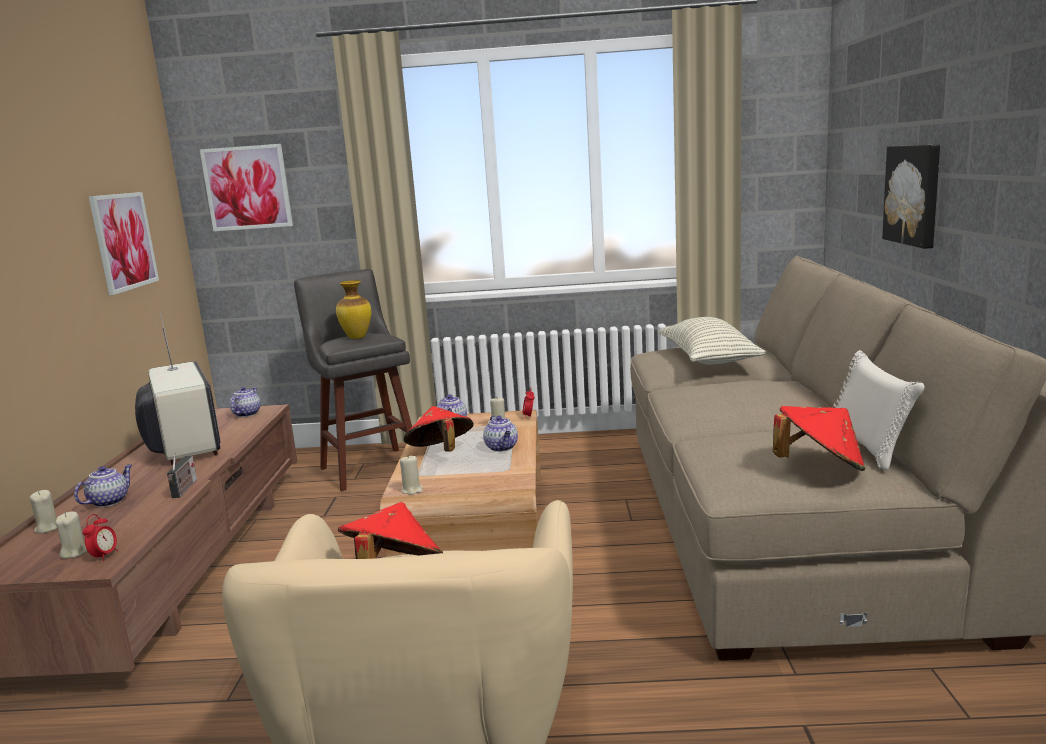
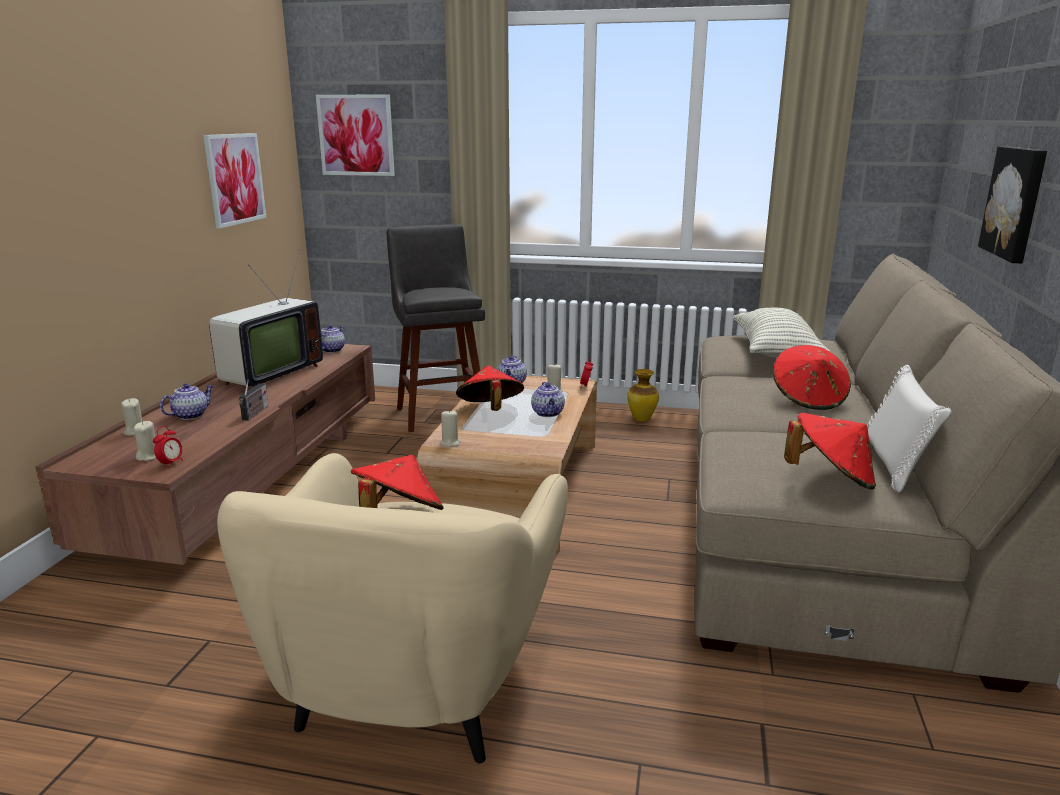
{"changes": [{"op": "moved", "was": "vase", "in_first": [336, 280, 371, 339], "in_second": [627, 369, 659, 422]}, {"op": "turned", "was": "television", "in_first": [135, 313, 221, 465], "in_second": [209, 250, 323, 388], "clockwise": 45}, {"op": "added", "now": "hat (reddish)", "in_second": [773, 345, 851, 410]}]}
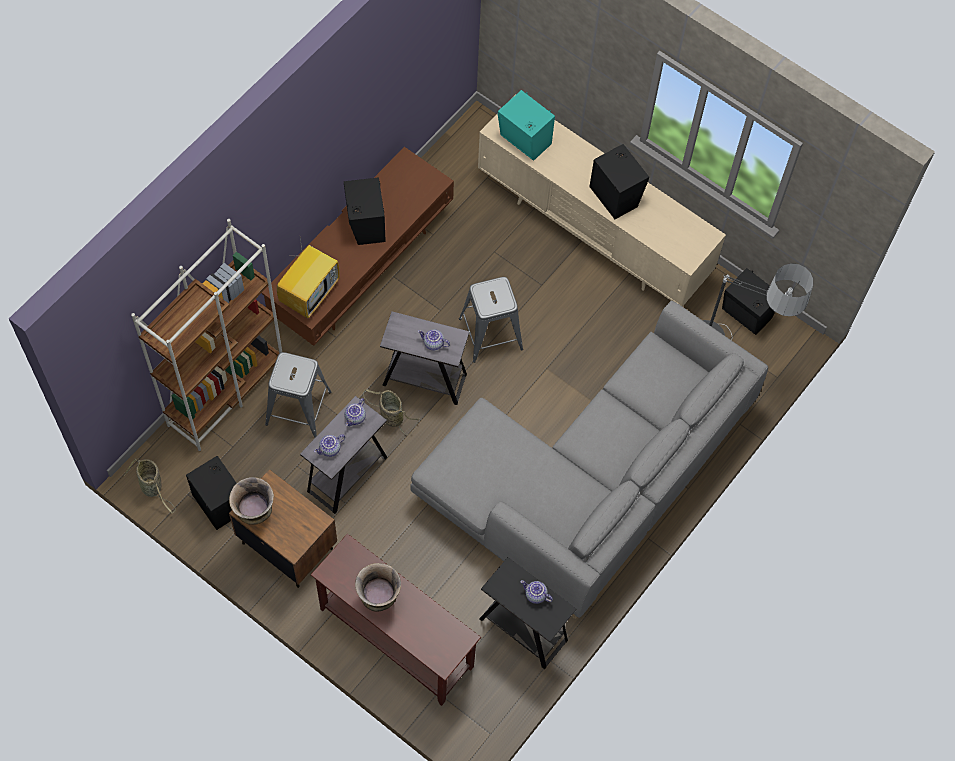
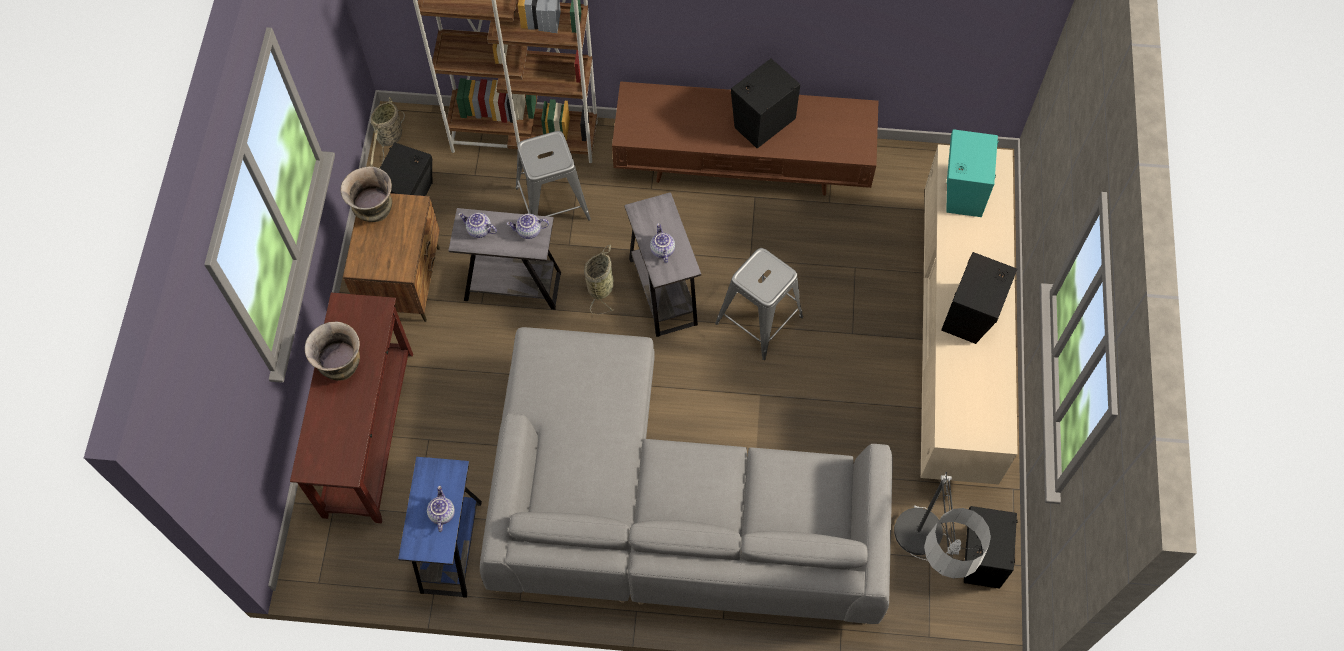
{"changes": [{"op": "removed", "was": "television", "in_first": [277, 239, 340, 318]}, {"op": "recoloured", "was": "end table (blackish)", "now": "end table (blue-coloured)", "in_first": [479, 557, 576, 669], "in_second": [398, 457, 482, 598]}]}
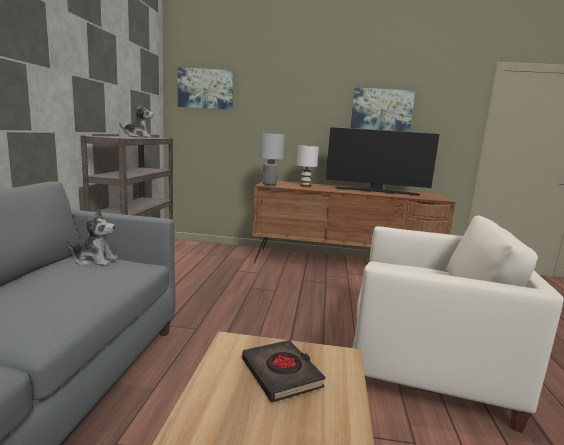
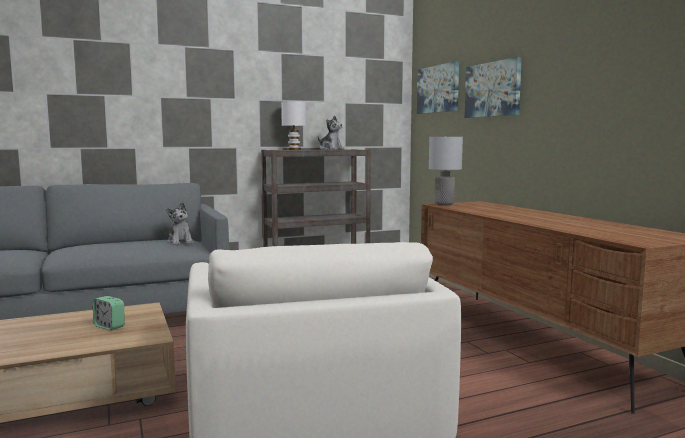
{"changes": [{"op": "moved", "was": "wall art", "in_first": [351, 88, 415, 132], "in_second": [465, 57, 522, 118]}, {"op": "removed", "was": "television", "in_first": [326, 127, 440, 196]}, {"op": "moved", "was": "table lamp (white)", "in_first": [297, 145, 319, 187], "in_second": [281, 102, 306, 150]}, {"op": "replaced", "was": "bound book (blackish)", "now": "bedside clock", "in_first": [242, 340, 325, 403], "in_second": [93, 296, 125, 330]}]}
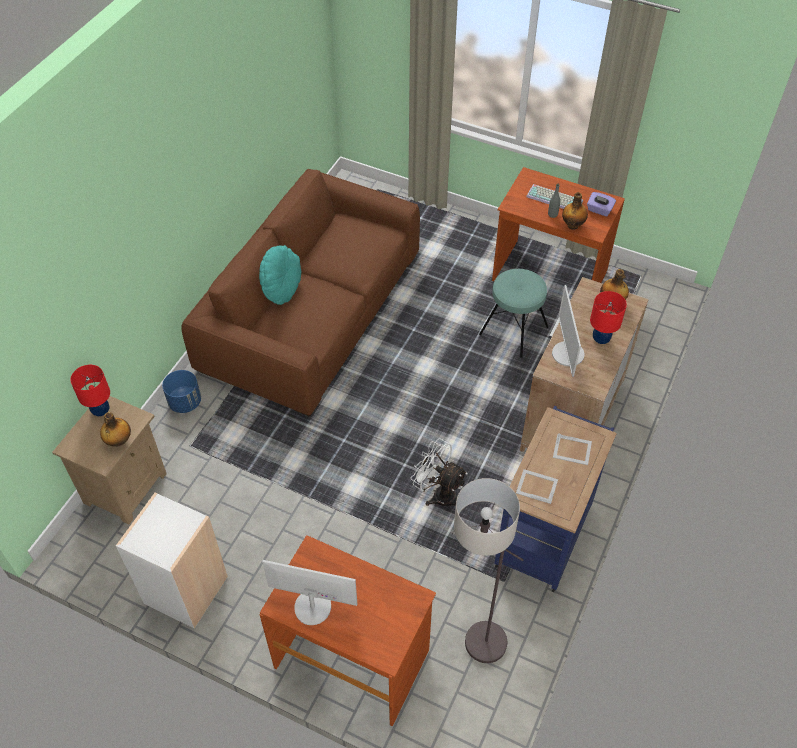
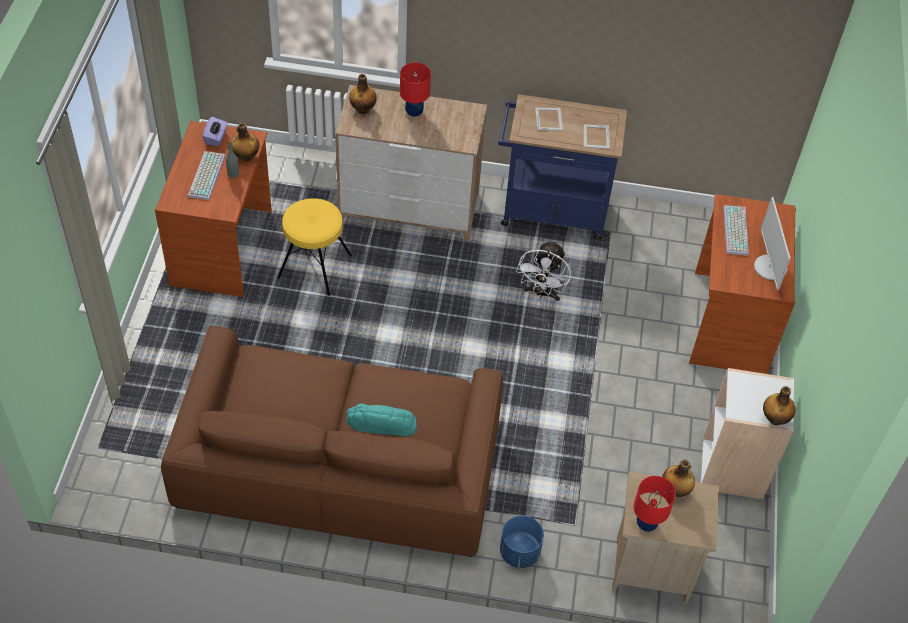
{"changes": [{"op": "recoloured", "was": "stool (blue-green)", "now": "stool (yellow-coloured)", "in_first": [479, 269, 549, 358], "in_second": [277, 198, 352, 296]}, {"op": "removed", "was": "computer screen", "in_first": [552, 285, 585, 377]}, {"op": "removed", "was": "standing lamp (greyish)", "in_first": [454, 478, 524, 663]}, {"op": "added", "now": "PC keyboard", "in_second": [723, 205, 749, 256]}, {"op": "added", "now": "drink bottle", "in_second": [763, 386, 795, 426]}]}
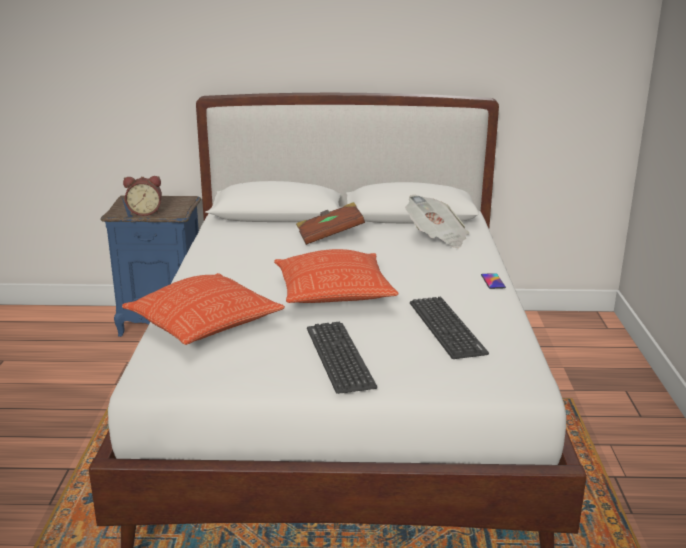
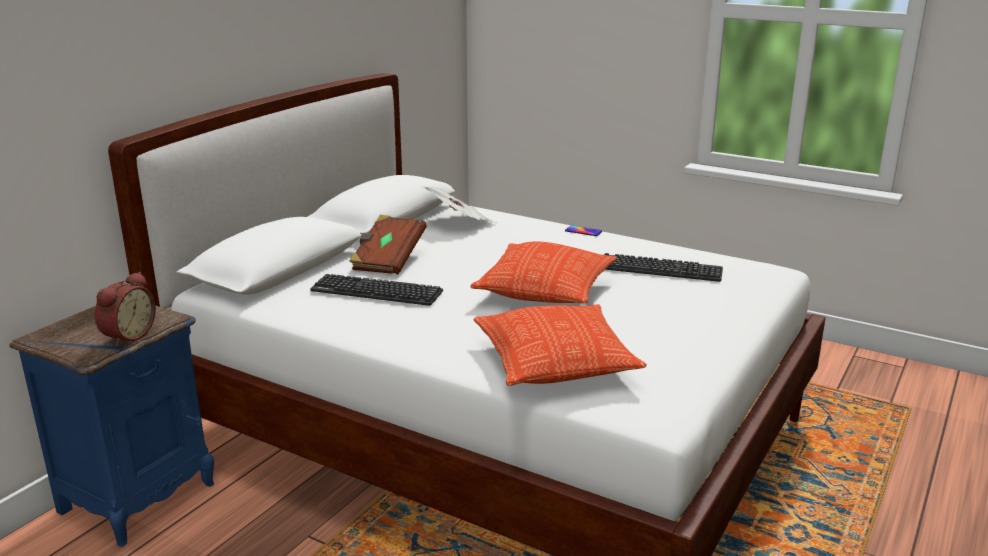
{"changes": [{"op": "moved", "was": "PC keyboard", "in_first": [307, 322, 377, 394], "in_second": [310, 274, 443, 306]}]}
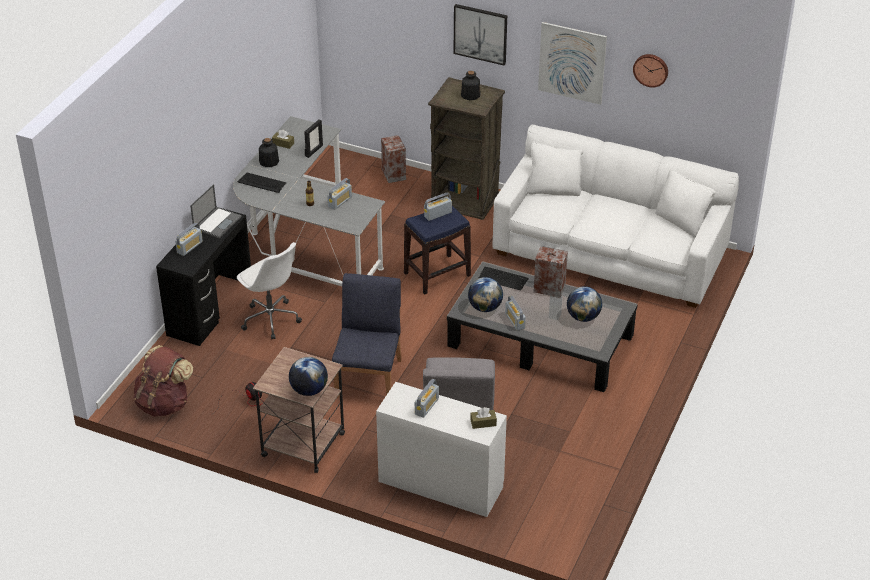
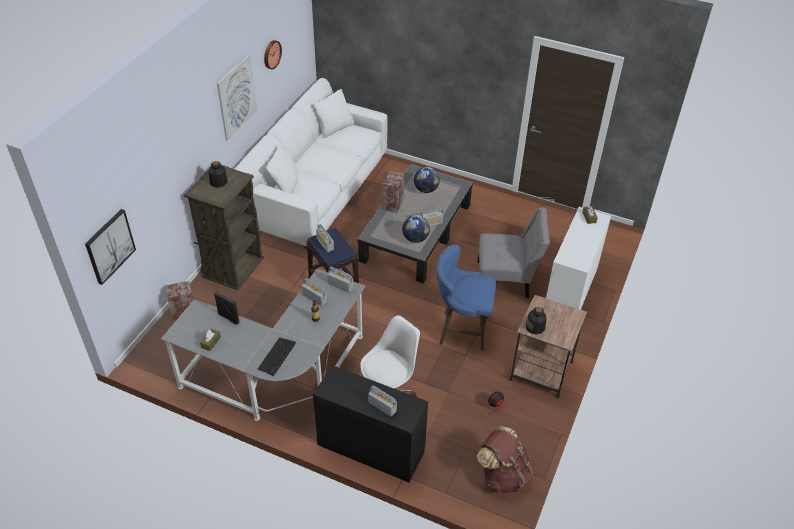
{"changes": [{"op": "moved", "was": "wall art", "in_first": [454, 4, 507, 65], "in_second": [85, 209, 136, 285]}, {"op": "moved", "was": "drink bottle", "in_first": [259, 138, 279, 167], "in_second": [526, 307, 547, 335]}, {"op": "removed", "was": "portable computer", "in_first": [190, 184, 242, 238]}, {"op": "removed", "was": "PC keyboard", "in_first": [478, 267, 529, 291]}, {"op": "replaced", "was": "upright chair (blue-coloured)", "now": "stool (blue-coloured)", "in_first": [332, 273, 402, 397], "in_second": [436, 245, 496, 351]}, {"op": "removed", "was": "globe", "in_first": [289, 357, 328, 396]}, {"op": "moved", "was": "radio set", "in_first": [415, 379, 439, 418], "in_second": [327, 267, 353, 293]}]}
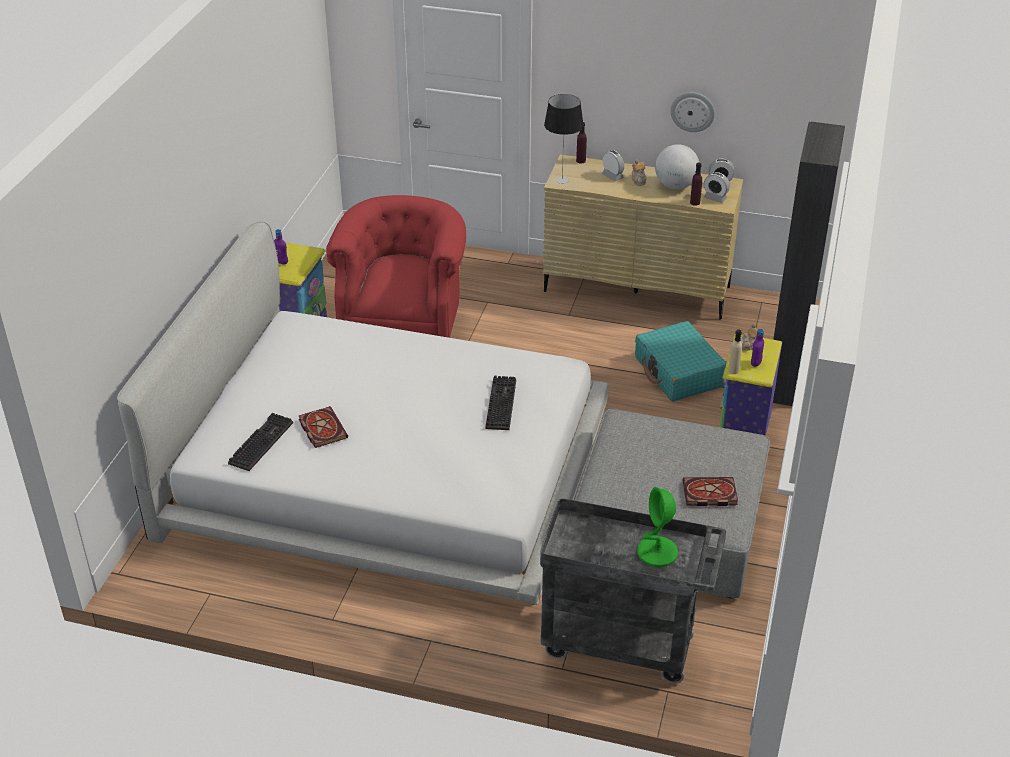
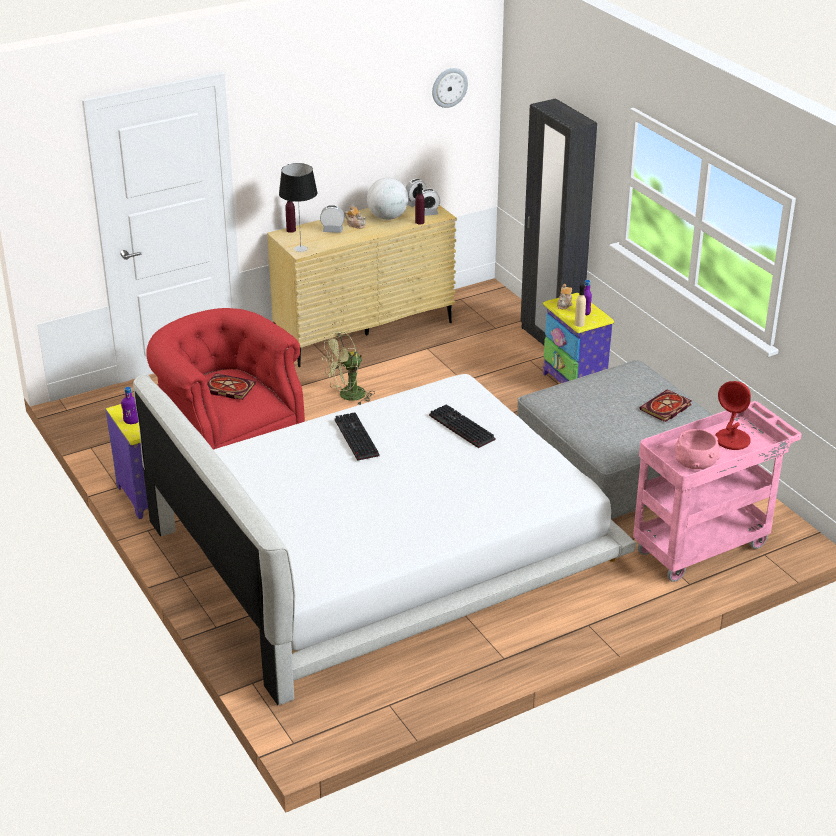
{"changes": [{"op": "moved", "was": "clock on the wall", "in_first": [671, 92, 715, 132], "in_second": [432, 68, 468, 108]}, {"op": "removed", "was": "suitcase (blue-green)", "in_first": [635, 321, 726, 402]}, {"op": "moved", "was": "bound book", "in_first": [299, 406, 348, 448], "in_second": [207, 373, 256, 400]}, {"op": "moved", "was": "PC keyboard", "in_first": [228, 413, 293, 471], "in_second": [335, 412, 379, 461]}, {"op": "recoloured", "was": "table lamp (greenish)", "now": "table lamp (reddish)", "in_first": [637, 487, 678, 567], "in_second": [715, 381, 751, 450]}, {"op": "recoloured", "was": "cart (blackish)", "now": "cart (pink-coloured)", "in_first": [540, 499, 726, 683], "in_second": [633, 401, 802, 582]}, {"op": "added", "now": "cooling fan (greenish)", "in_second": [322, 332, 375, 405]}, {"op": "added", "now": "serving bowl (pink-coloured)", "in_second": [675, 429, 721, 469]}]}
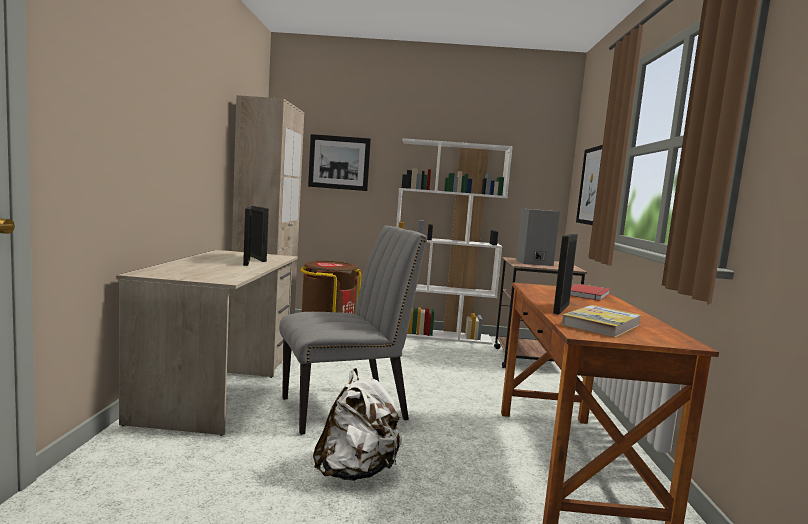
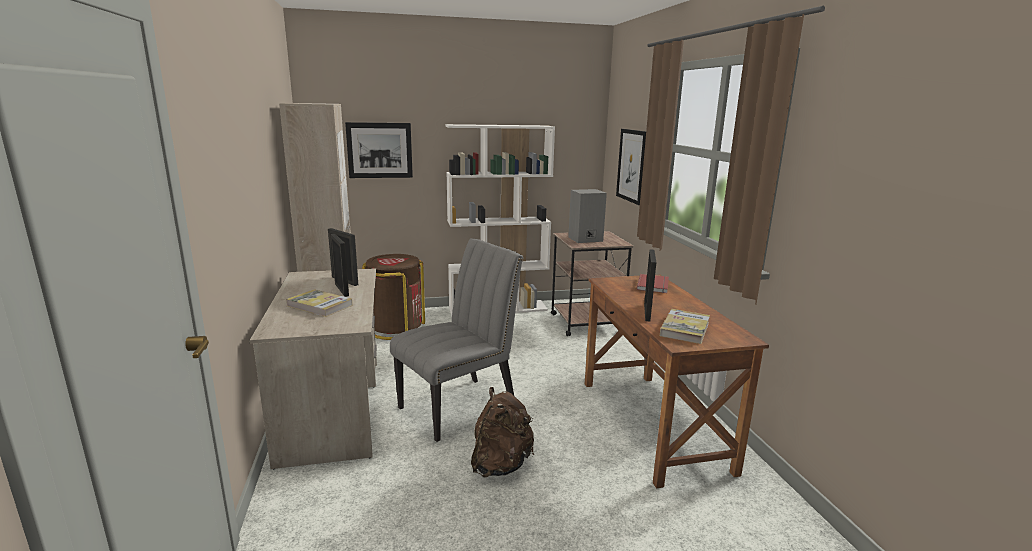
{"changes": [{"op": "recoloured", "was": "backpack (white)", "now": "backpack (brownish)", "in_first": [313, 368, 402, 481], "in_second": [471, 387, 534, 478]}, {"op": "added", "now": "bound book", "in_second": [286, 289, 353, 317]}]}
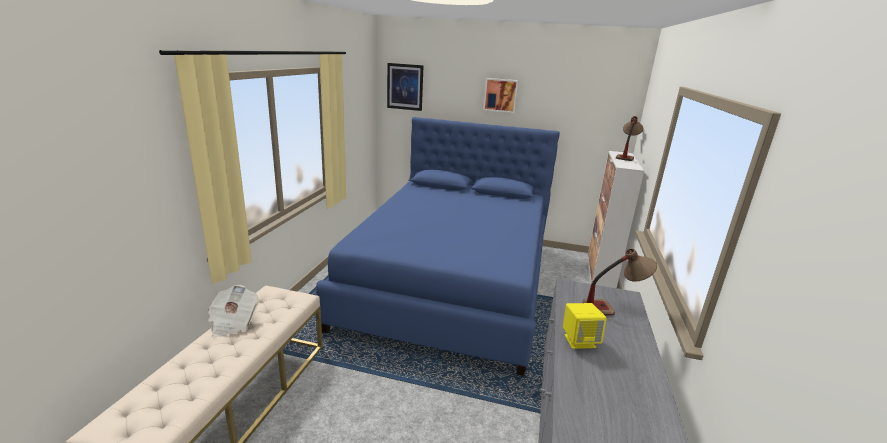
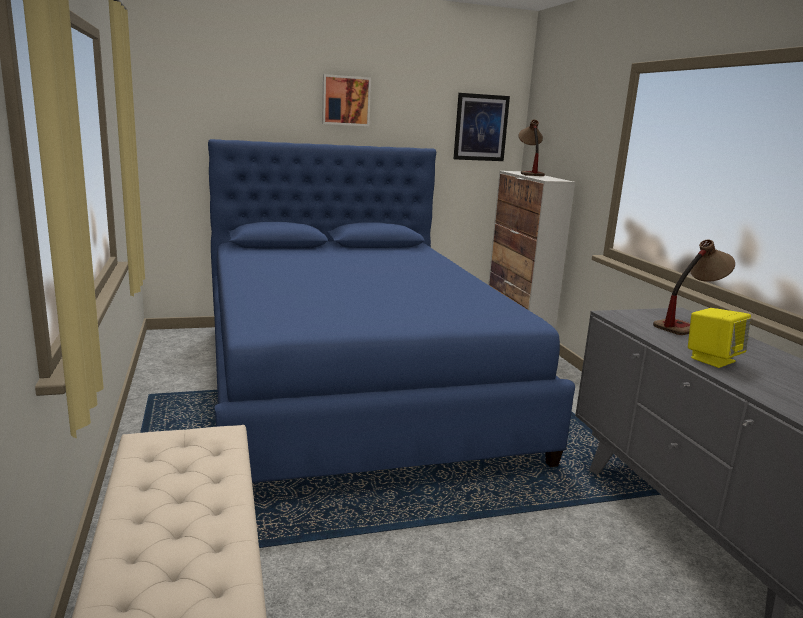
{"changes": [{"op": "moved", "was": "wall art", "in_first": [387, 63, 424, 111], "in_second": [454, 93, 510, 161]}, {"op": "removed", "was": "daily paper", "in_first": [208, 285, 259, 337]}]}
